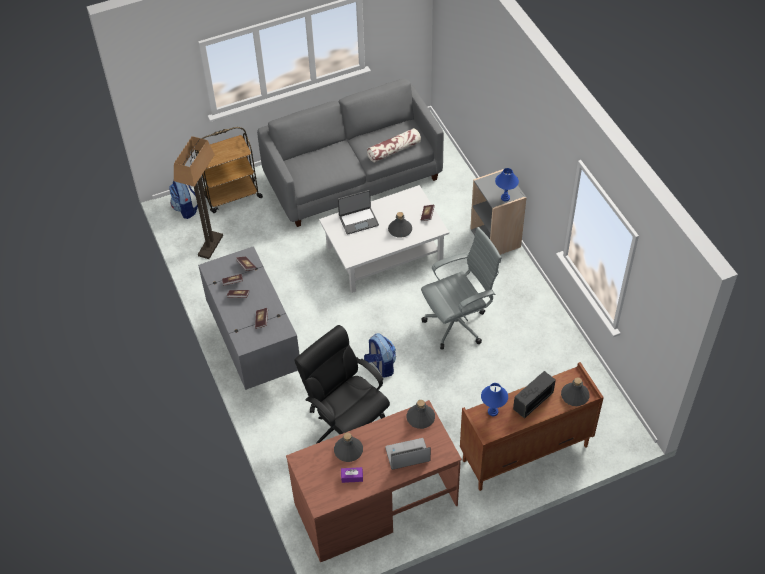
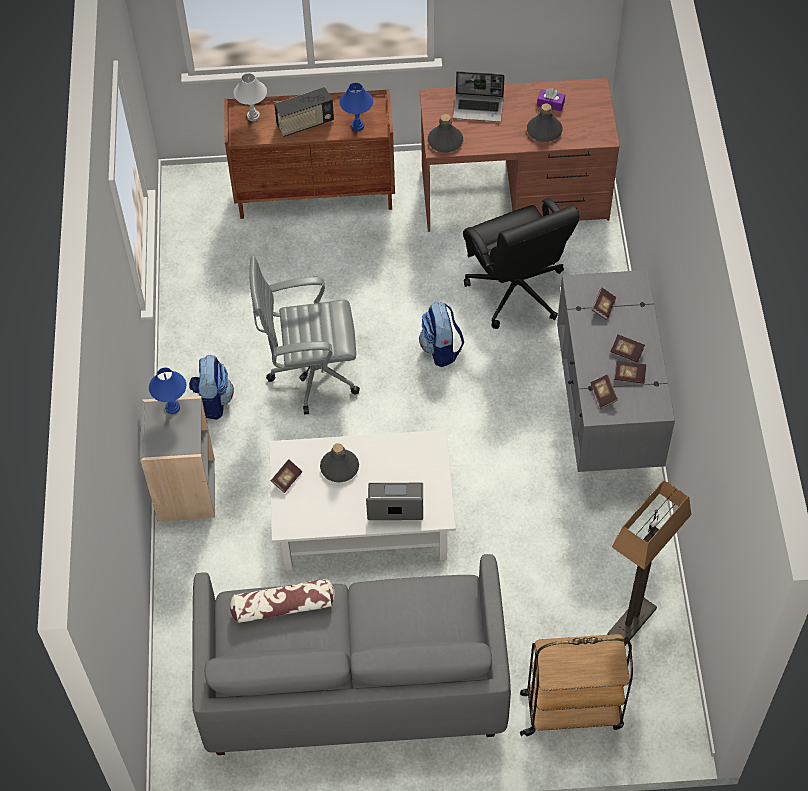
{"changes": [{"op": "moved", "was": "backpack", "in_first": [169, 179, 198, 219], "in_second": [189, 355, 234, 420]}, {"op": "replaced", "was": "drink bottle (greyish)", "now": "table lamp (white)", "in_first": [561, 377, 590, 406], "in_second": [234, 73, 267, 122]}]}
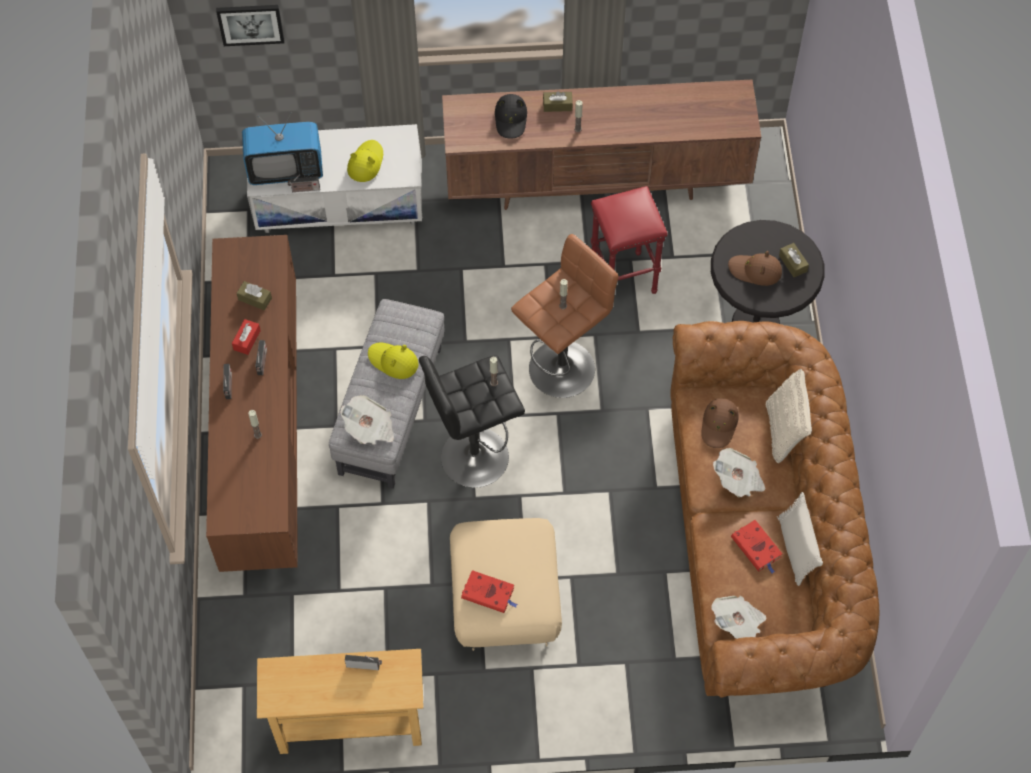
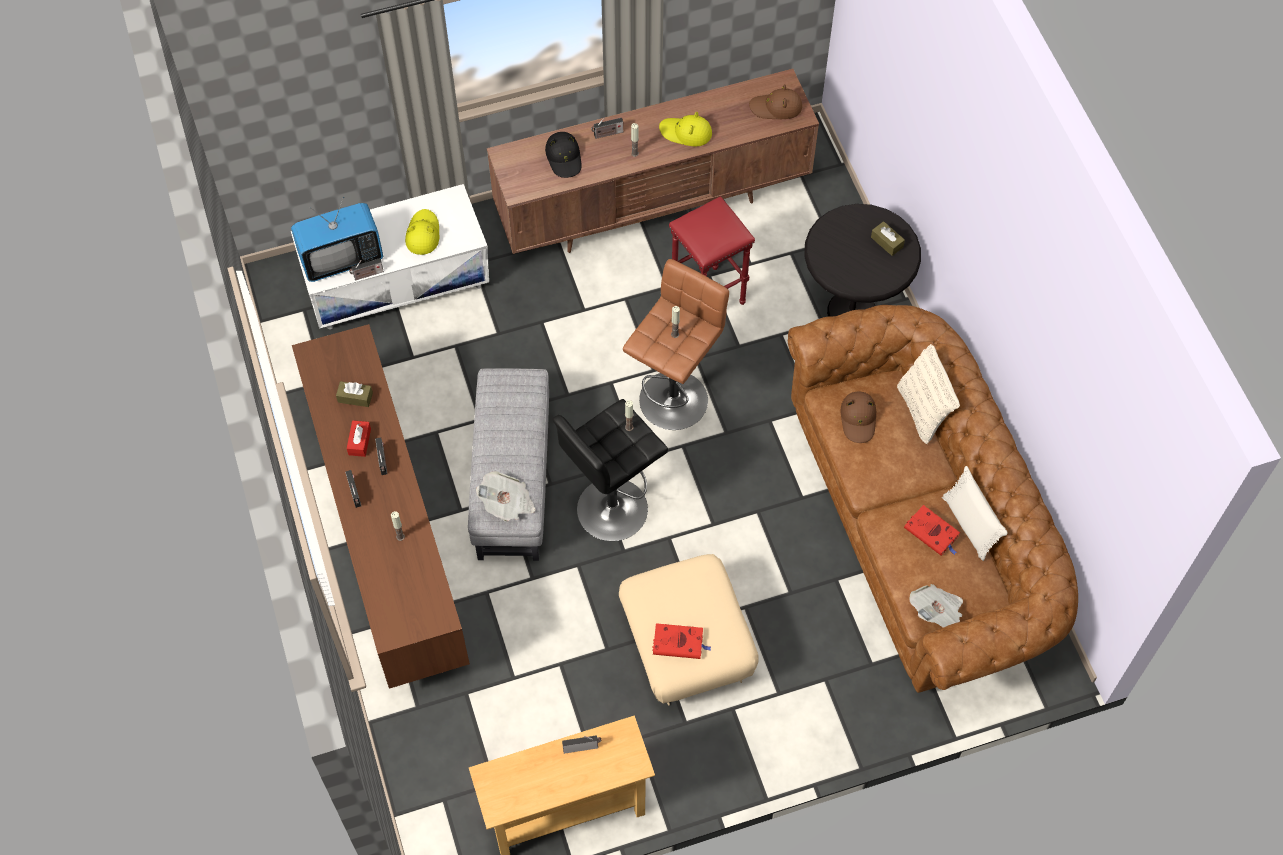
{"changes": [{"op": "removed", "was": "wall art", "in_first": [216, 5, 284, 46]}, {"op": "replaced", "was": "tissue holder (brownish)", "now": "radio set", "in_first": [543, 91, 573, 112], "in_second": [591, 117, 623, 139]}, {"op": "moved", "was": "hat (brownish)", "in_first": [728, 251, 782, 286], "in_second": [749, 85, 802, 119]}, {"op": "moved", "was": "hat (yellow-coloured)", "in_first": [368, 342, 418, 379], "in_second": [659, 112, 712, 146]}, {"op": "removed", "was": "daily paper", "in_first": [713, 448, 766, 498]}]}
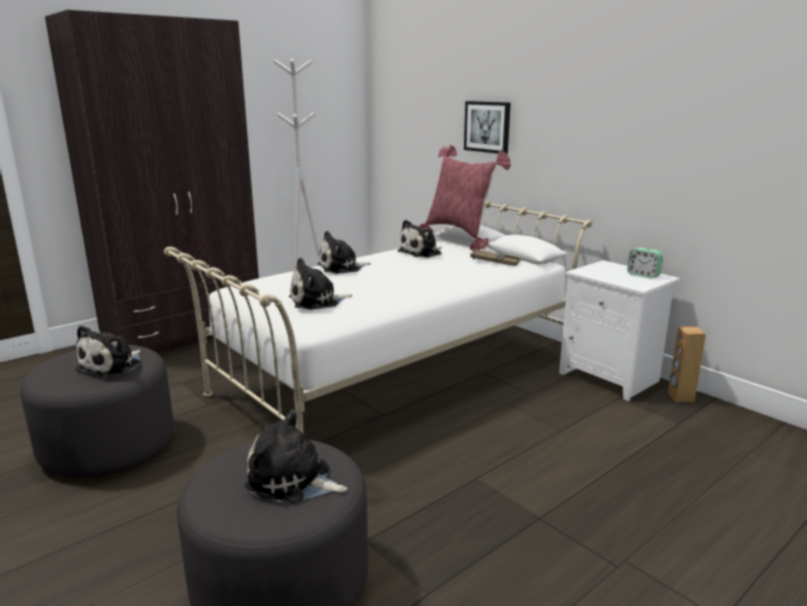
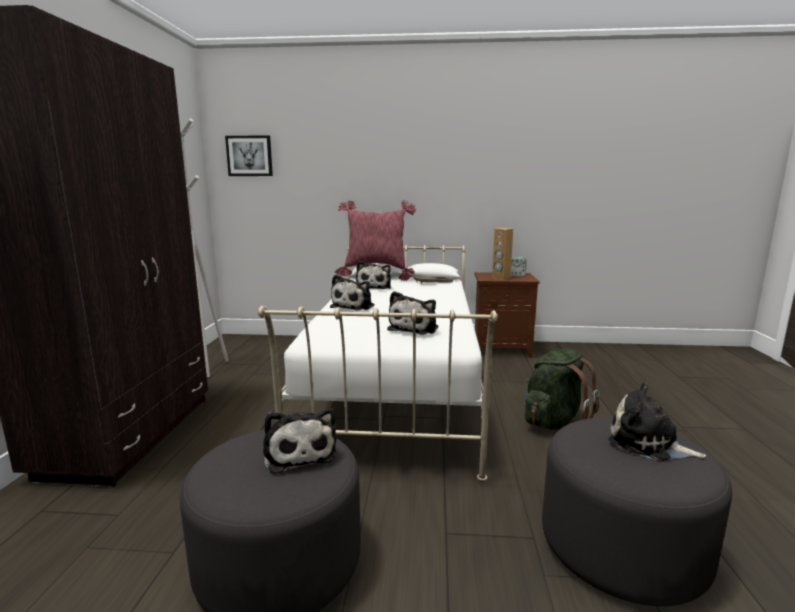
{"changes": [{"op": "moved", "was": "wall art", "in_first": [464, 101, 511, 154], "in_second": [225, 135, 273, 176]}, {"op": "recoloured", "was": "bedside table (white)", "now": "bedside table (brownish)", "in_first": [559, 260, 680, 401], "in_second": [474, 272, 540, 357]}, {"op": "moved", "was": "speaker (brownish)", "in_first": [668, 326, 706, 402], "in_second": [492, 228, 513, 280]}, {"op": "turned", "was": "cuddly toy", "in_first": [245, 410, 347, 504], "in_second": [608, 383, 706, 461], "clockwise": 60}, {"op": "added", "now": "backpack (greenish)", "in_second": [525, 349, 599, 431]}]}
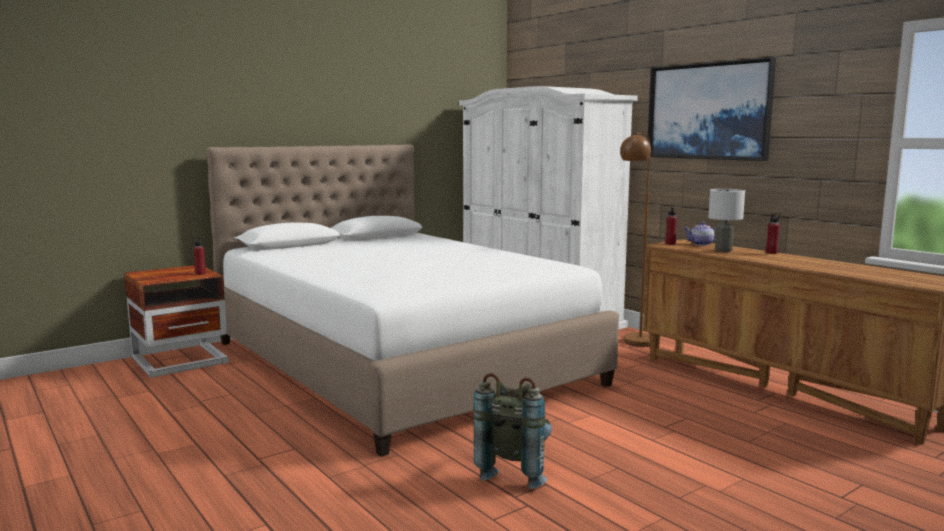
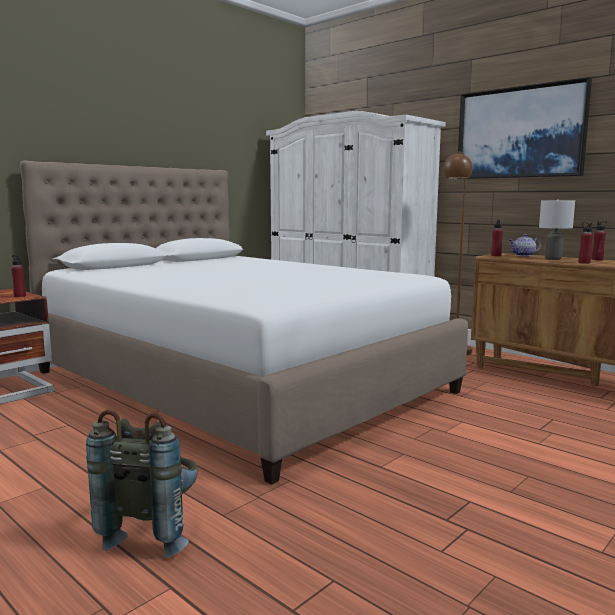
{"changes": [{"op": "moved", "was": "backpack (greyish)", "in_first": [473, 373, 552, 489], "in_second": [86, 410, 198, 558]}, {"op": "added", "now": "drink bottle (reddish)", "in_second": [579, 222, 593, 264]}]}
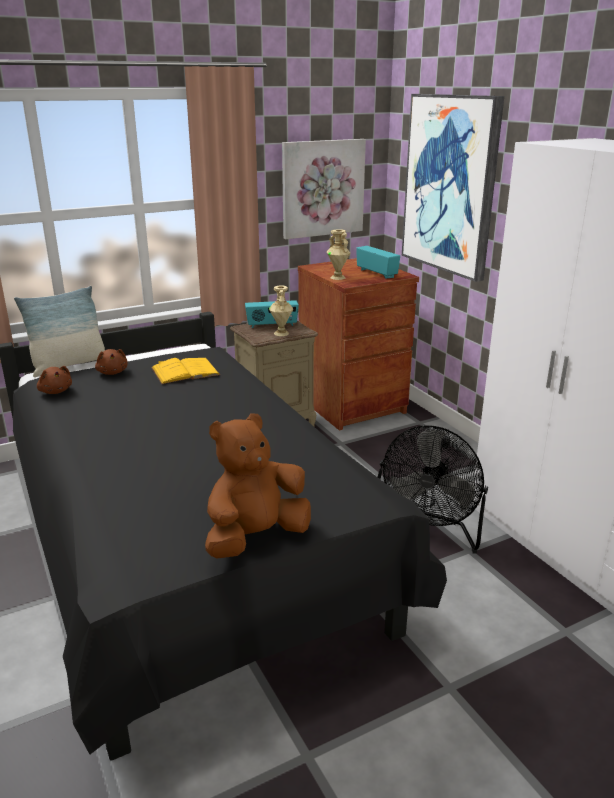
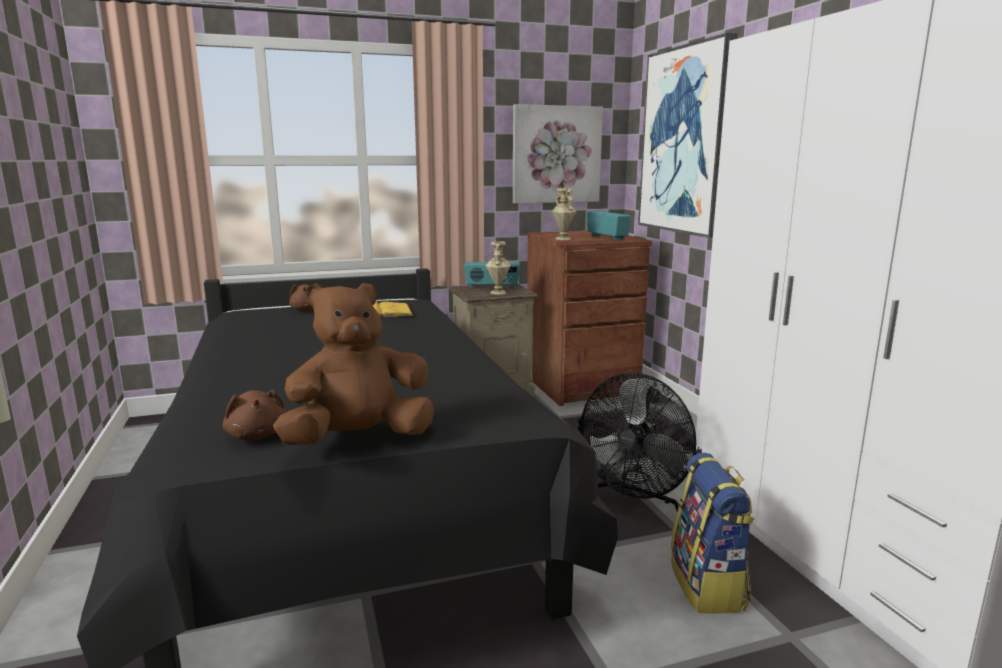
{"changes": [{"op": "removed", "was": "cushion", "in_first": [14, 286, 105, 377]}, {"op": "moved", "was": "cuddly toy (brownish)", "in_first": [37, 366, 72, 394], "in_second": [223, 390, 286, 440]}, {"op": "added", "now": "backpack", "in_second": [671, 453, 754, 614]}]}
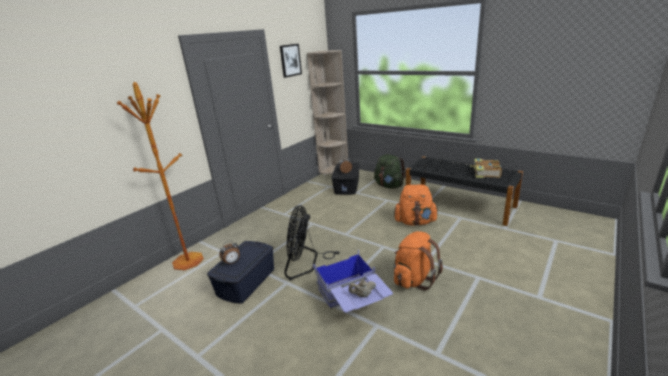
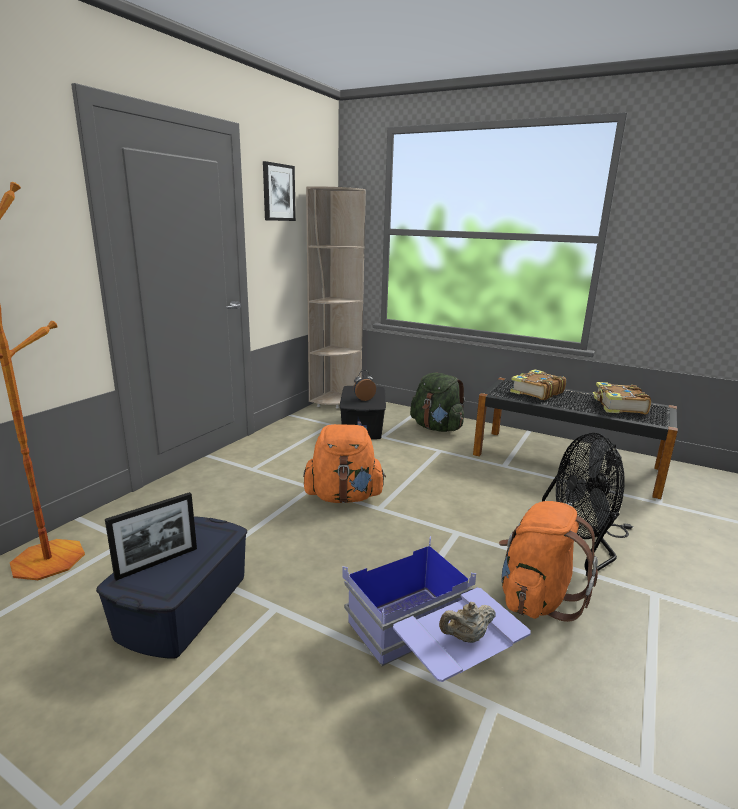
{"changes": [{"op": "moved", "was": "backpack (orangey)", "in_first": [394, 185, 439, 226], "in_second": [303, 424, 386, 503]}, {"op": "moved", "was": "cooling fan (blackish)", "in_first": [284, 205, 340, 280], "in_second": [542, 433, 634, 577]}, {"op": "replaced", "was": "bedside clock", "now": "photo frame", "in_first": [219, 241, 240, 265], "in_second": [105, 492, 197, 581]}, {"op": "added", "now": "bound book", "in_second": [510, 369, 566, 400]}]}
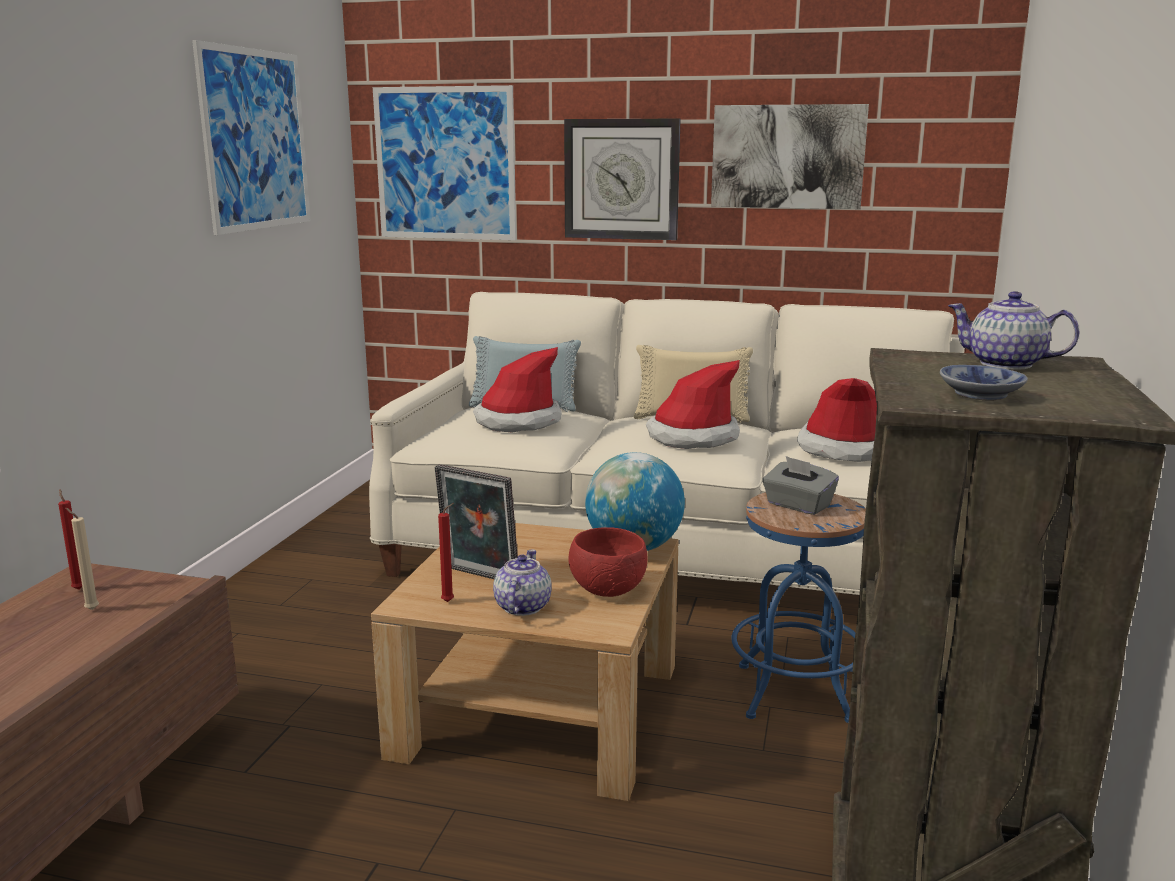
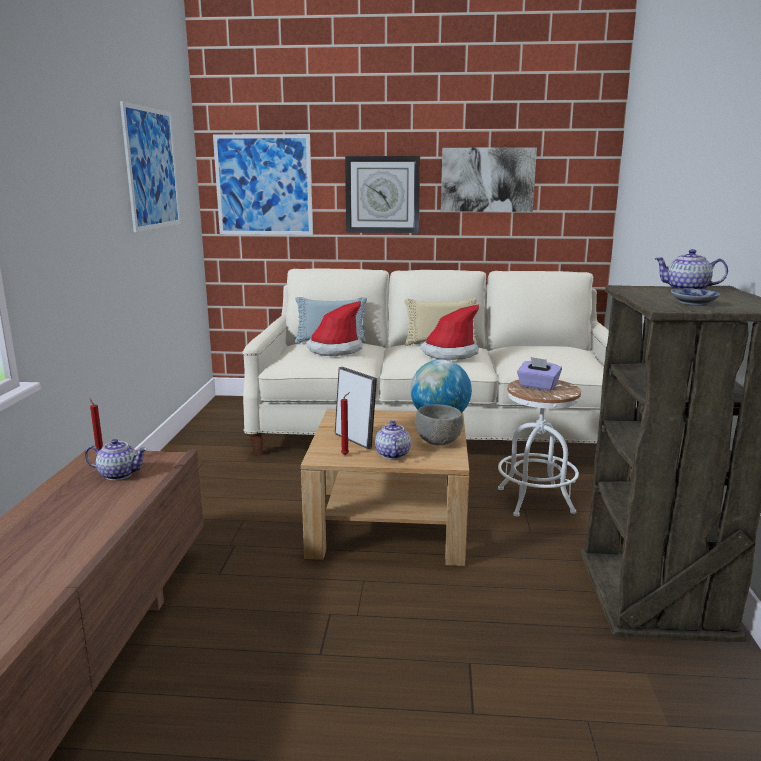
{"changes": [{"op": "removed", "was": "hat", "in_first": [797, 378, 877, 462]}, {"op": "recoloured", "was": "tissue holder (greyish)", "now": "tissue holder (purple-coloured)", "in_first": [762, 456, 839, 515], "in_second": [517, 357, 562, 391]}, {"op": "turned", "was": "photo frame", "in_first": [435, 464, 518, 579], "in_second": [335, 367, 377, 449], "clockwise": -150}, {"op": "recoloured", "was": "stool (blue-coloured)", "now": "stool (white)", "in_first": [732, 492, 866, 723], "in_second": [498, 380, 581, 516]}, {"op": "replaced", "was": "wax candle (beige)", "now": "tea pot", "in_first": [66, 508, 99, 610], "in_second": [85, 439, 147, 480]}, {"op": "recoloured", "was": "serving bowl (reddish)", "now": "serving bowl (greyish)", "in_first": [568, 527, 647, 597], "in_second": [415, 404, 463, 445]}]}
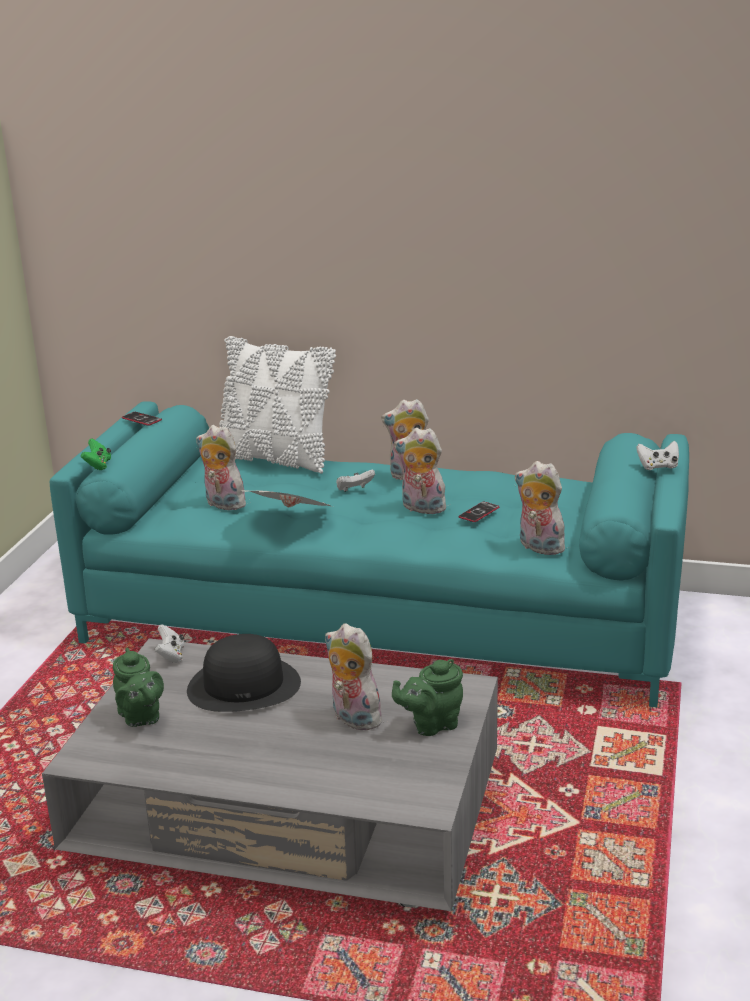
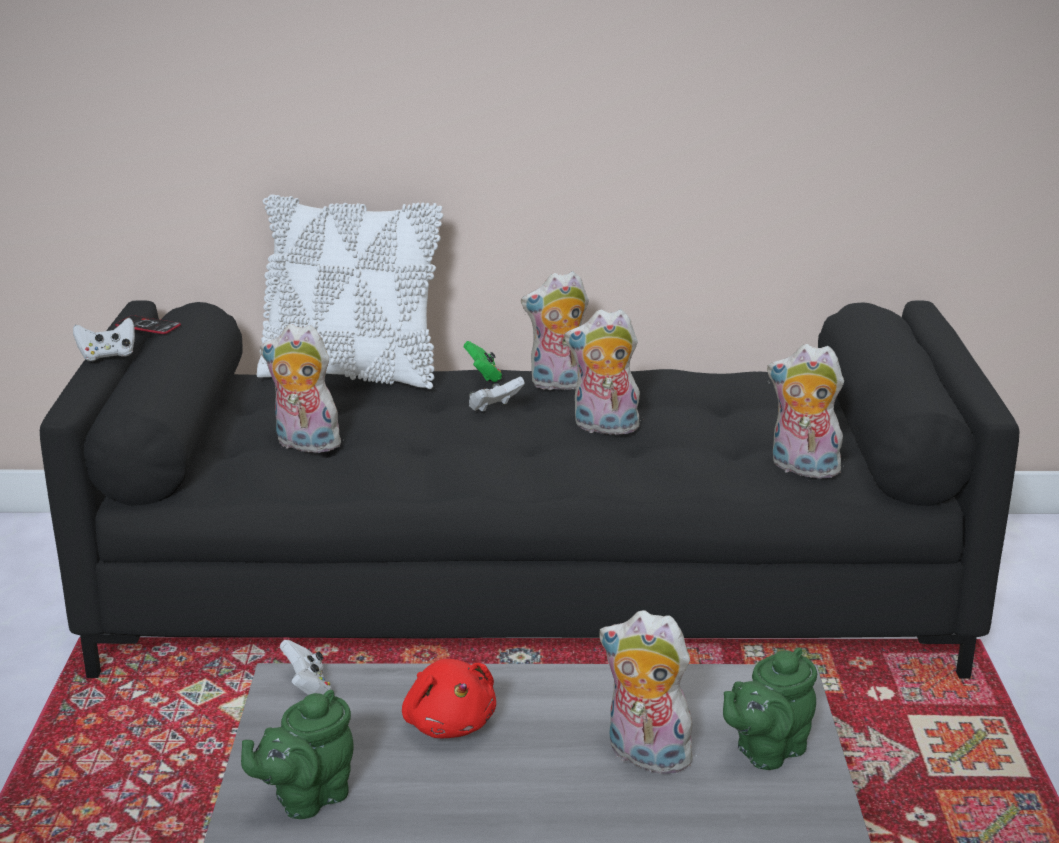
{"changes": [{"op": "recoloured", "was": "settee (blue-green)", "now": "settee (blackish)", "in_first": [50, 401, 689, 707], "in_second": [40, 300, 1019, 678]}, {"op": "moved", "was": "gamepad (greenish)", "in_first": [81, 439, 111, 470], "in_second": [464, 341, 502, 382]}, {"op": "moved", "was": "gamepad (white)", "in_first": [636, 441, 679, 470], "in_second": [73, 318, 135, 361]}, {"op": "removed", "was": "daily paper", "in_first": [241, 490, 333, 507]}, {"op": "removed", "was": "handset", "in_first": [459, 501, 499, 522]}, {"op": "replaced", "was": "hat (blackish)", "now": "cuddly toy (reddish)", "in_first": [187, 634, 301, 712], "in_second": [402, 659, 496, 738]}, {"op": "turned", "was": "tea pot (greenish)", "in_first": [113, 647, 164, 727], "in_second": [241, 690, 354, 819], "clockwise": 90}]}
